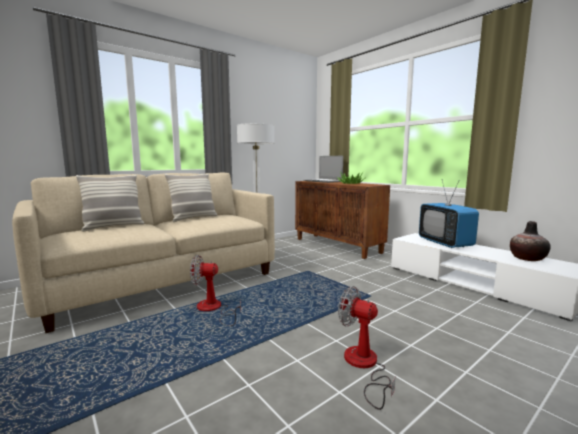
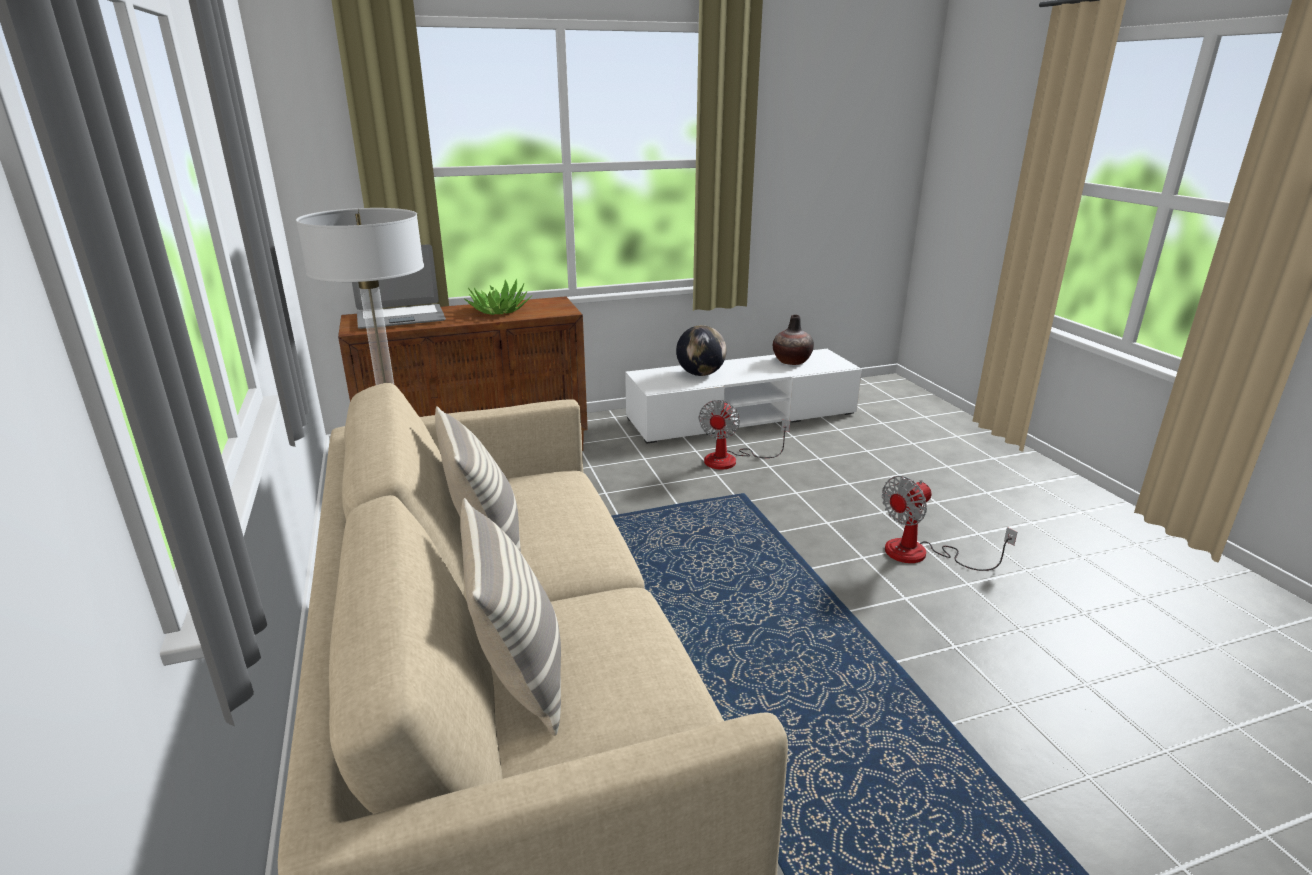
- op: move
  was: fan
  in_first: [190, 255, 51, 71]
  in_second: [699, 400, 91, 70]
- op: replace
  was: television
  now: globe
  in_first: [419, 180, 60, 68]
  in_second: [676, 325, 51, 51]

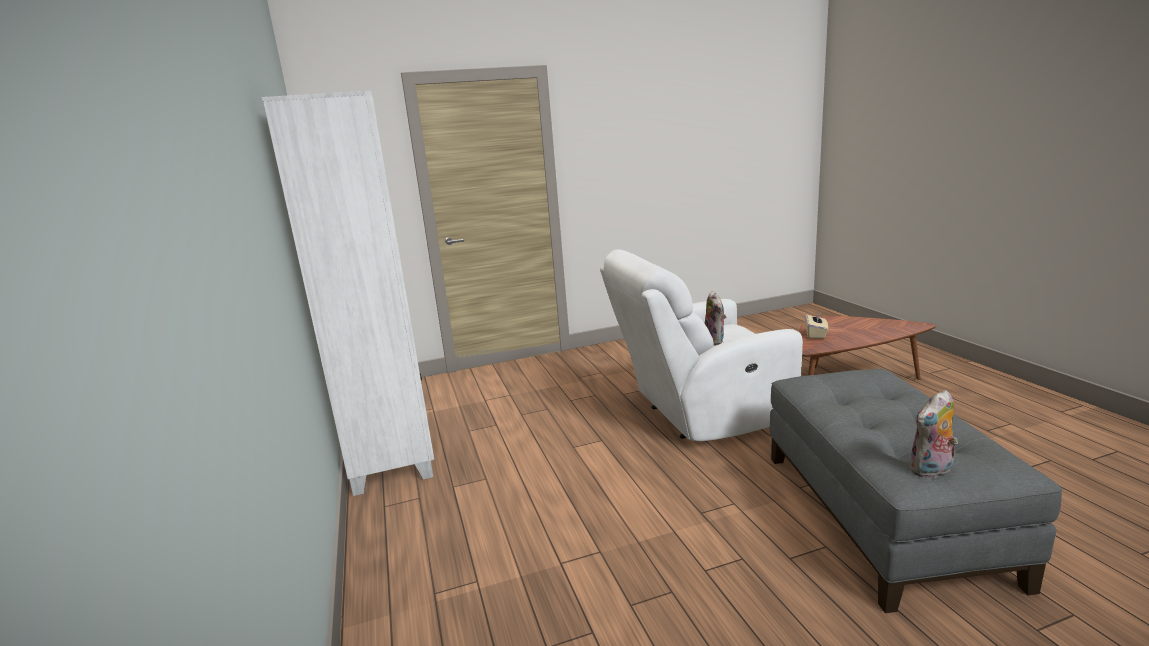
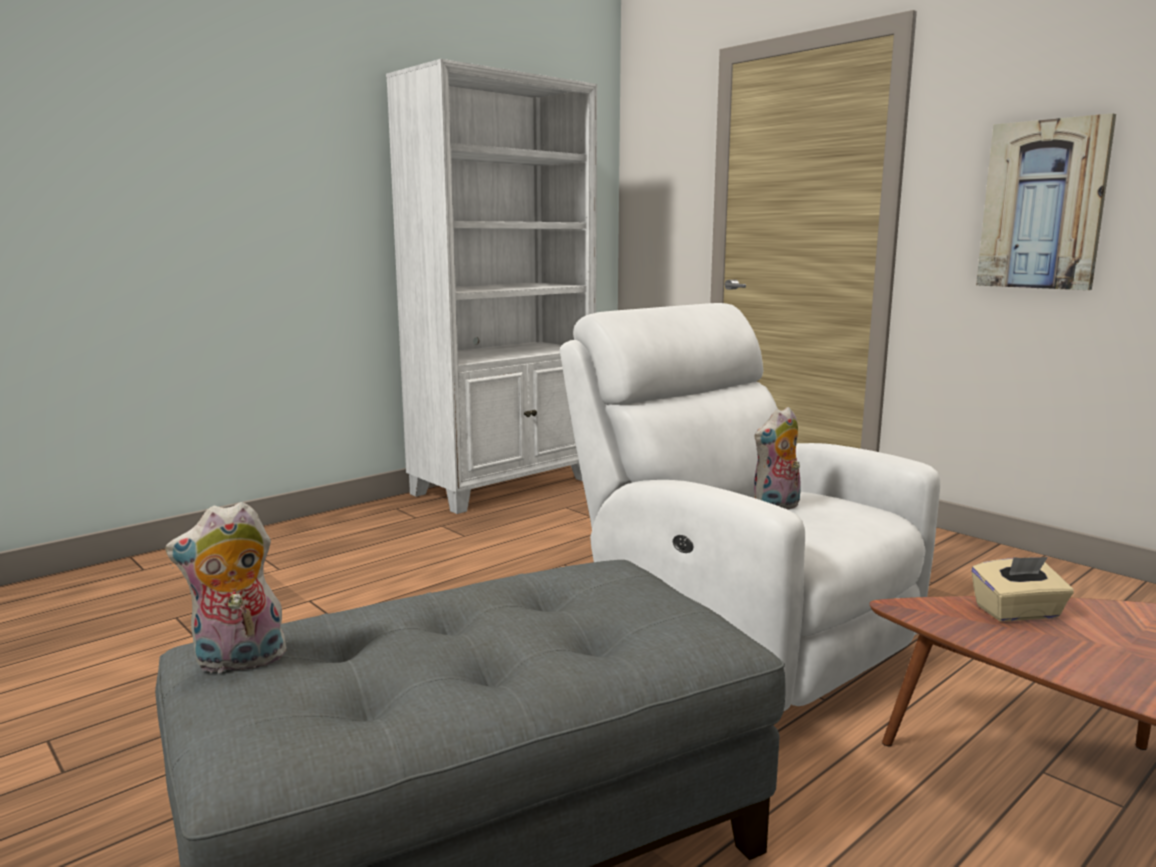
- op: insert
  now: picture
  in_second: [976, 113, 140, 177]
- op: rotate
  was: plush toy
  in_first: [909, 390, 49, 88]
  in_second: [165, 501, 126, 173]
  clockwise: -60

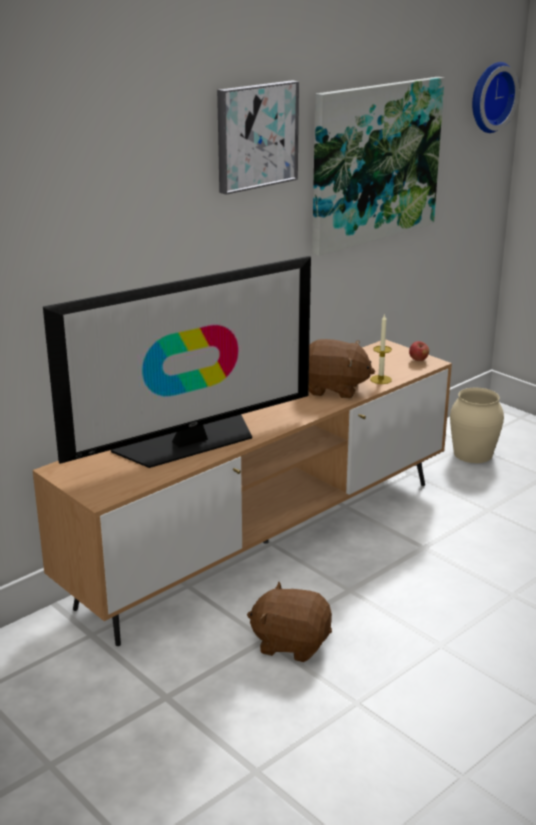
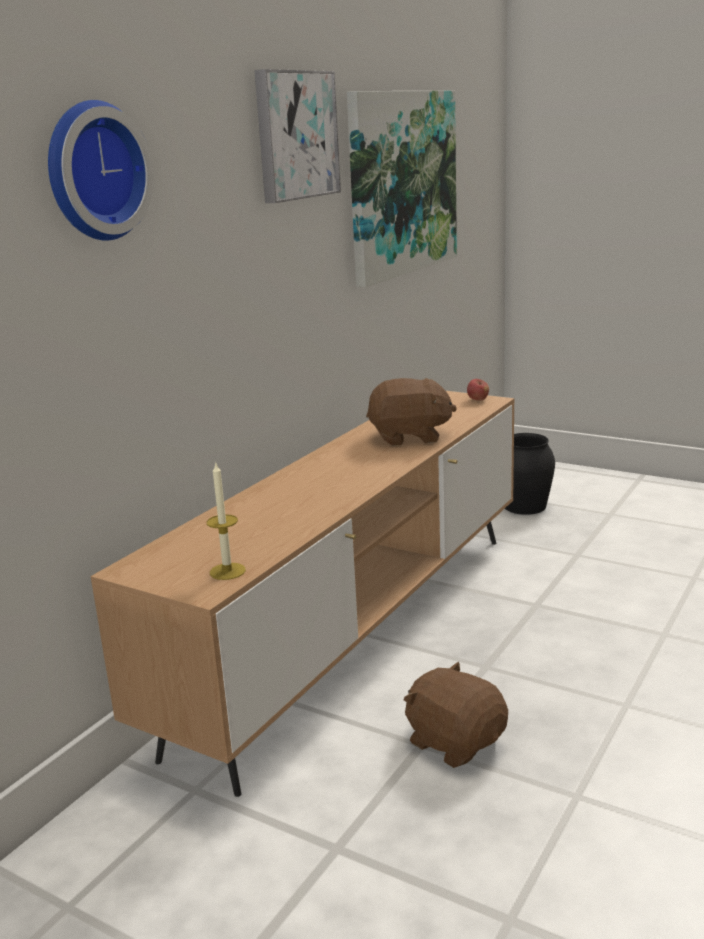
- op: delete
  was: television
  in_first: [43, 256, 268, 212]
- op: move
  was: candle
  in_first: [370, 314, 22, 70]
  in_second: [207, 463, 39, 117]
- op: move
  was: wall clock
  in_first: [472, 62, 47, 71]
  in_second: [48, 100, 106, 140]
- op: recolor
  was: vase in beige
  now: vase in black
  in_first: [450, 388, 54, 75]
  in_second: [505, 433, 50, 82]
- op: rotate
  was: plush toy in brown
  in_first: [247, 582, 85, 80]
  in_second: [404, 662, 104, 106]
  clockwise: 45

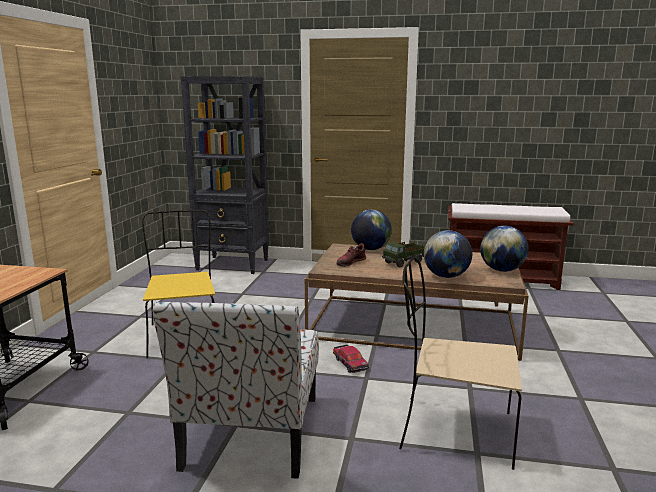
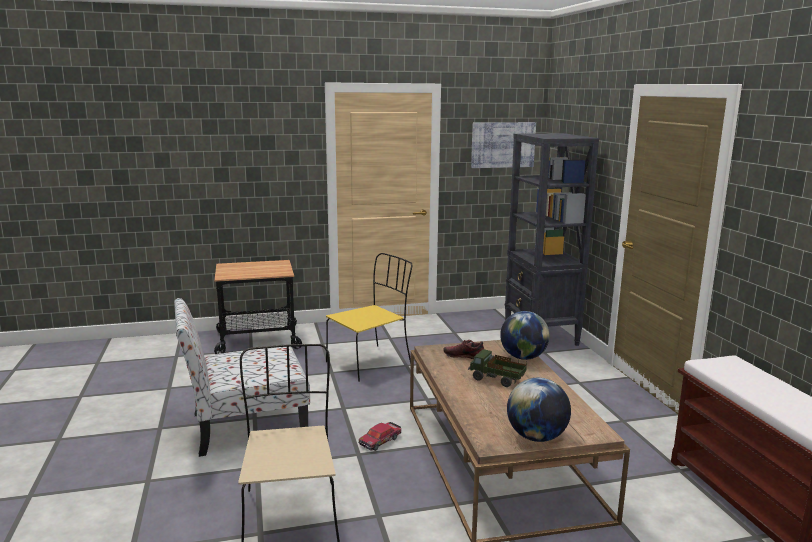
- op: delete
  was: globe
  in_first: [424, 230, 48, 48]
- op: insert
  now: picture
  in_second: [471, 122, 65, 46]

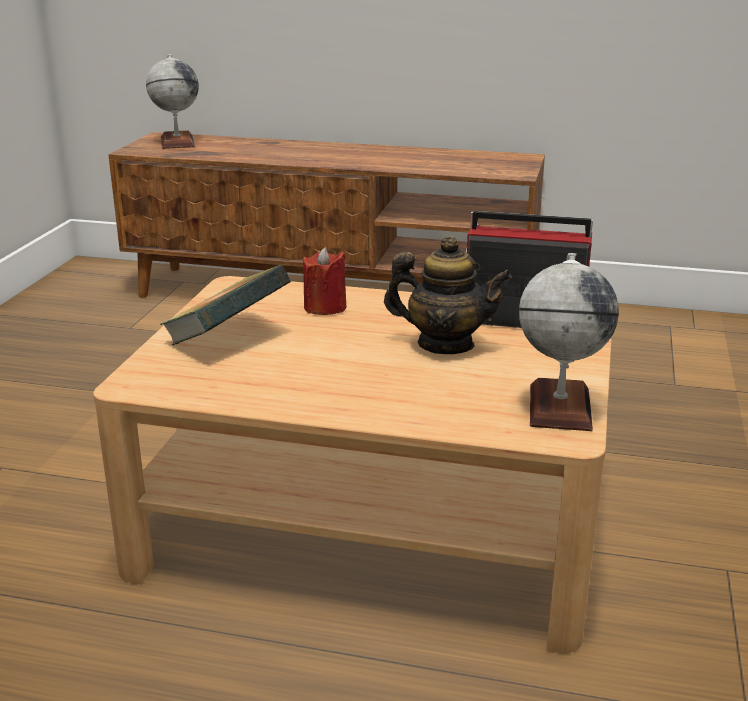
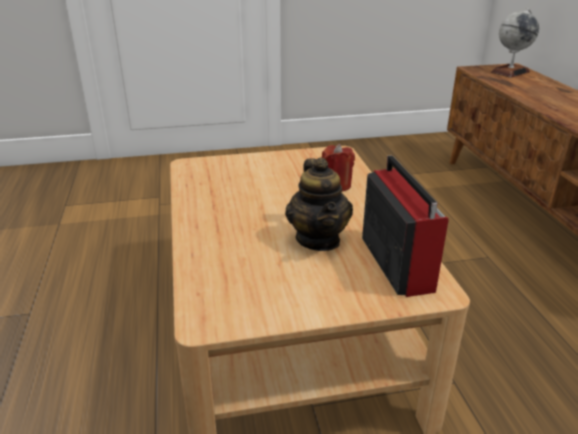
- op: delete
  was: book
  in_first: [160, 265, 131, 81]
- op: delete
  was: globe
  in_first: [519, 253, 100, 178]

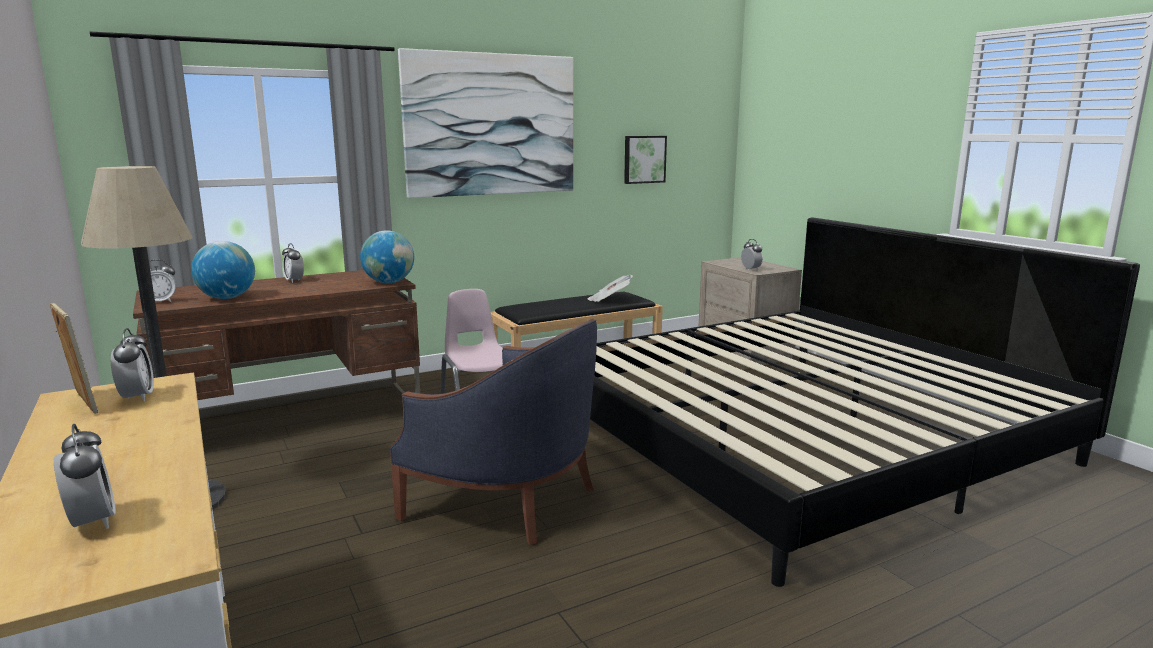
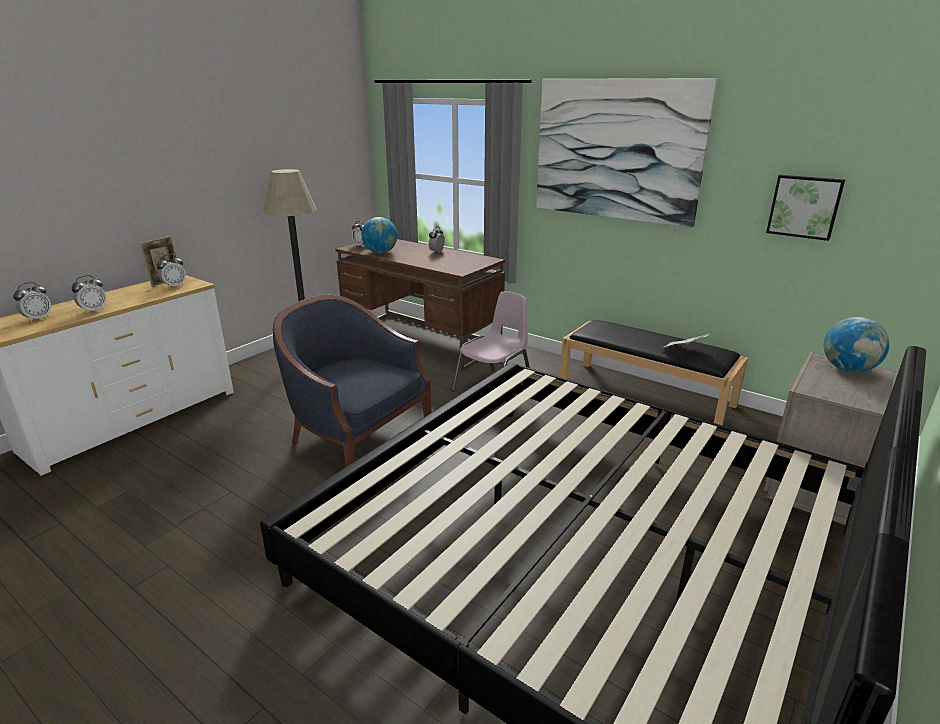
- op: move
  was: globe
  in_first: [360, 230, 54, 53]
  in_second: [824, 317, 66, 55]
- op: move
  was: alarm clock
  in_first: [741, 239, 22, 31]
  in_second: [72, 275, 34, 39]
- op: rotate
  was: armchair in blue
  in_first: [390, 318, 207, 227]
  in_second: [273, 295, 159, 172]
  clockwise: 120

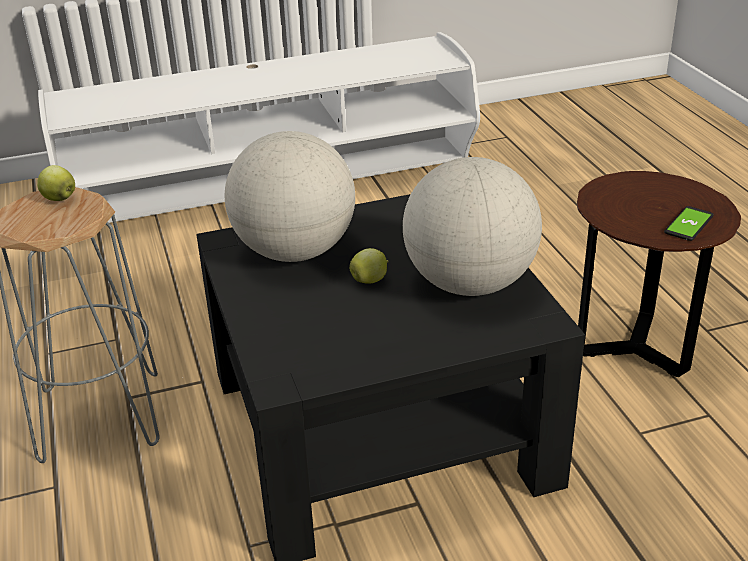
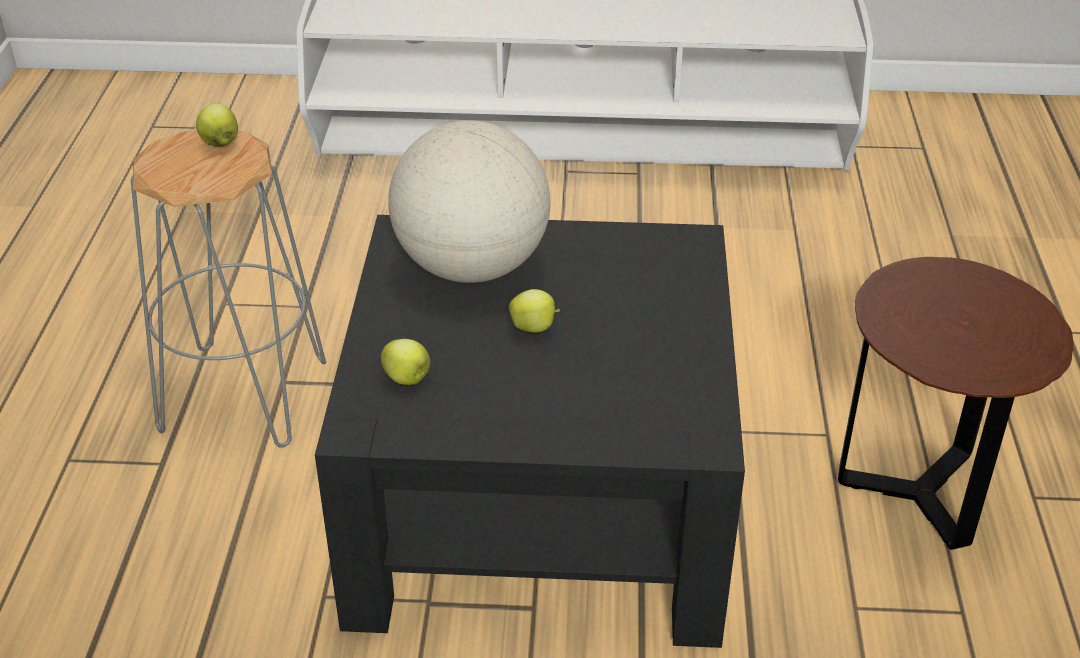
- op: delete
  was: globe
  in_first: [403, 157, 139, 139]
- op: delete
  was: phone
  in_first: [664, 206, 50, 35]
- op: insert
  now: apple
  in_second: [381, 339, 49, 46]

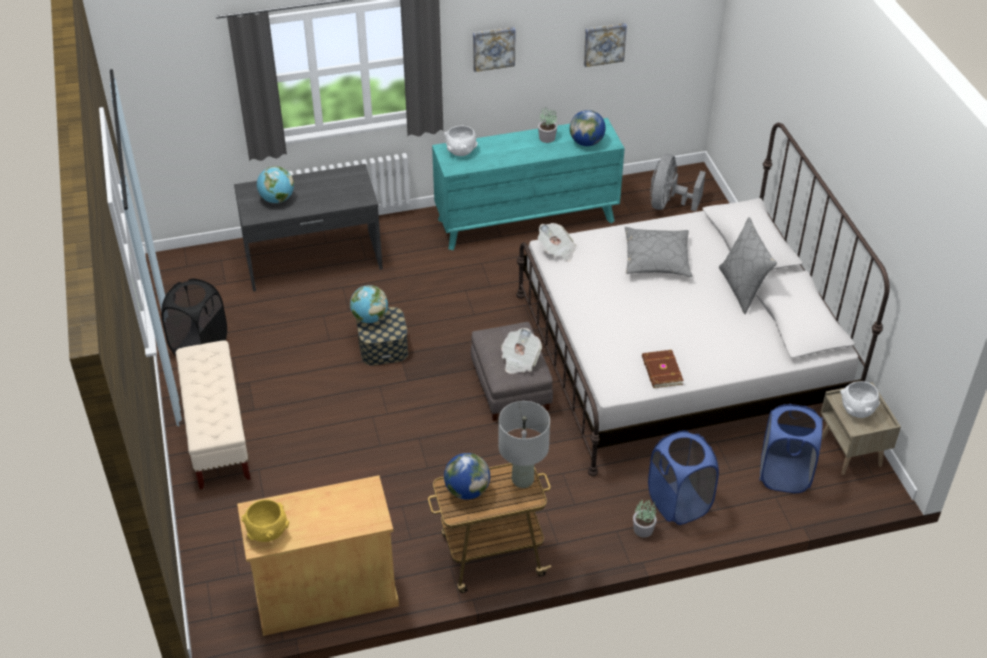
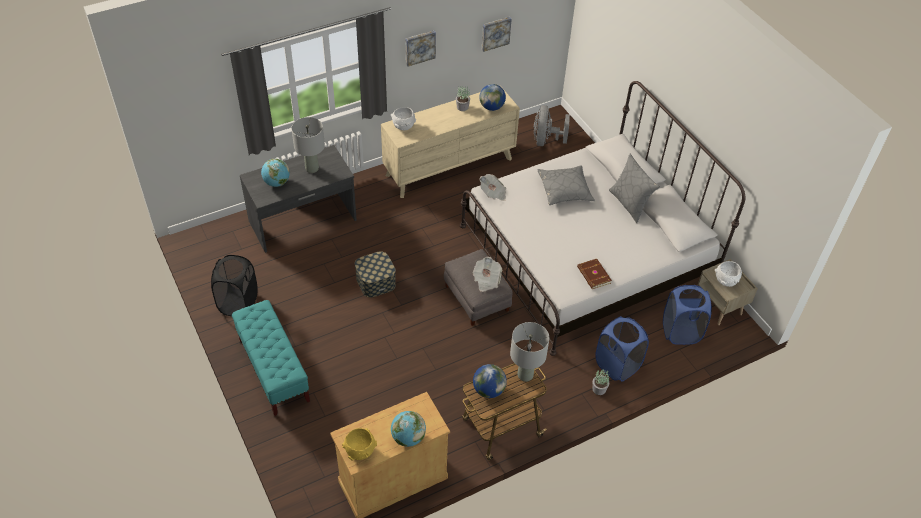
- op: insert
  now: table lamp in grey
  in_second: [291, 117, 34, 56]
- op: move
  was: globe
  in_first: [350, 285, 38, 38]
  in_second: [391, 411, 35, 36]
- op: recolor
  was: bench in beige
  now: bench in turquoise
  in_first: [175, 340, 76, 149]
  in_second: [232, 300, 78, 116]
- op: recolor
  was: dresser in turquoise
  now: dresser in beige
  in_first: [432, 118, 193, 132]
  in_second: [381, 86, 139, 112]

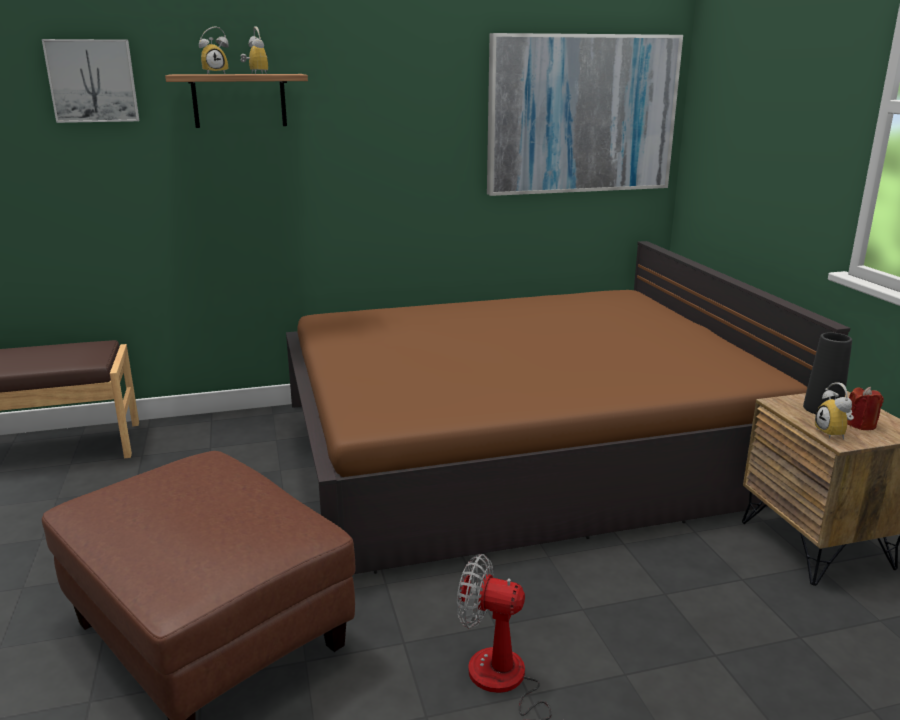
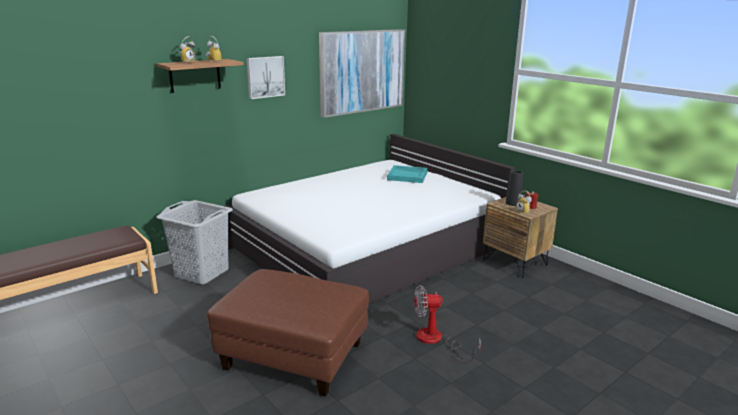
- op: insert
  now: laundry basket in grey
  in_second: [156, 200, 77, 85]
- op: insert
  now: tray in turquoise
  in_second: [387, 165, 41, 18]
- op: move
  was: picture
  in_first: [42, 39, 98, 84]
  in_second: [246, 56, 39, 43]
- op: recolor
  was: bed in brown
  now: bed in white
  in_first: [286, 241, 564, 333]
  in_second: [225, 134, 290, 169]

